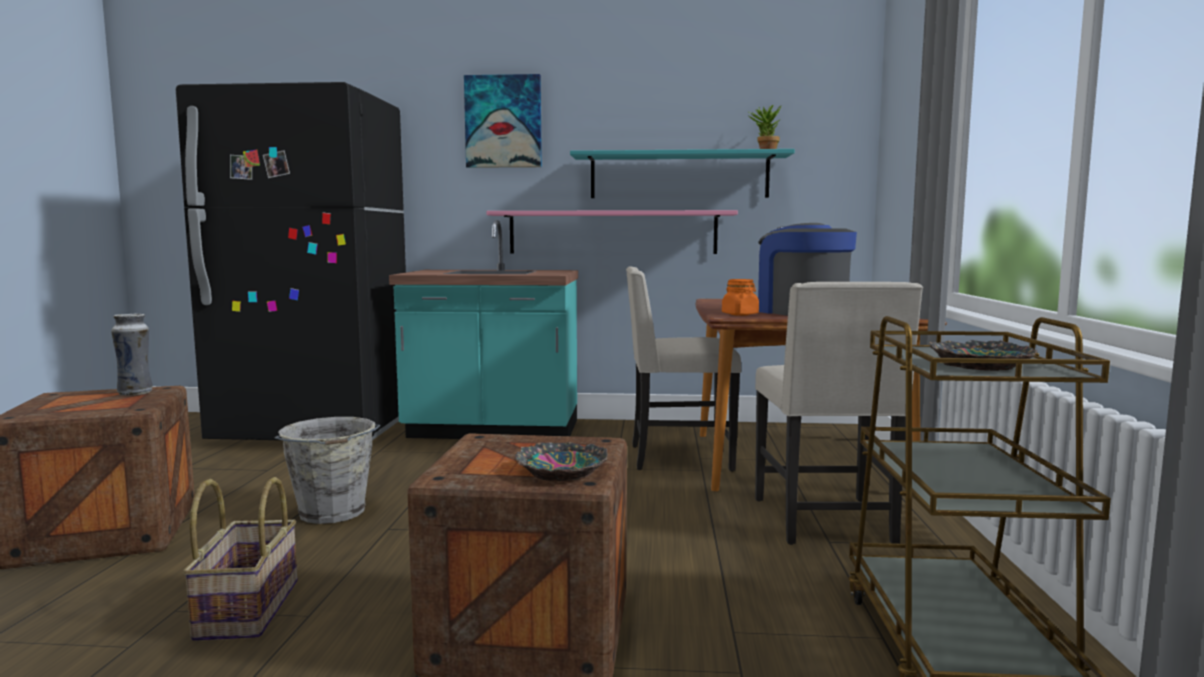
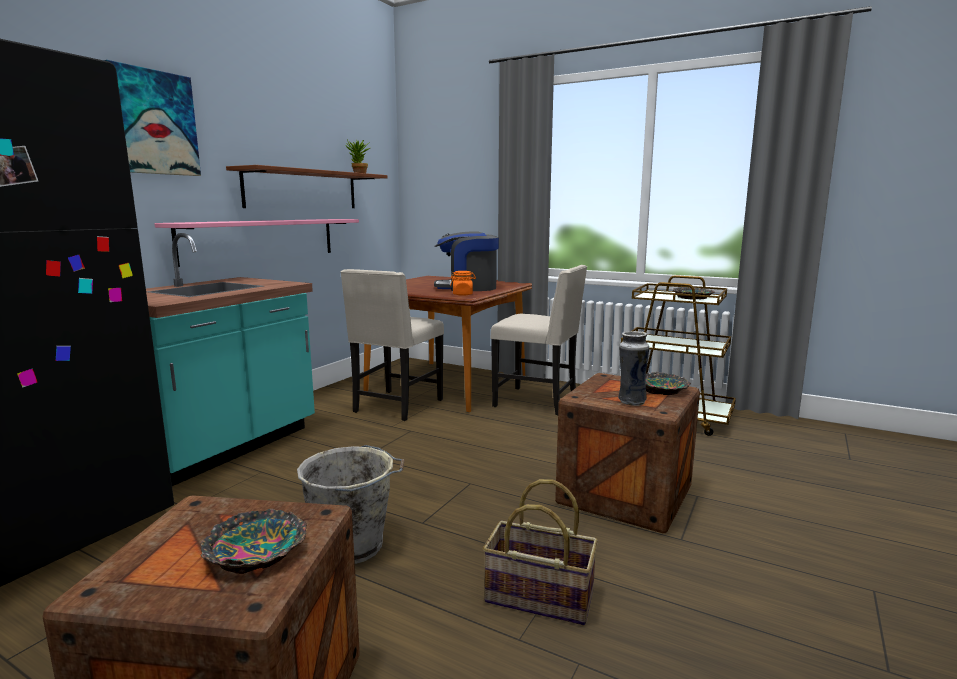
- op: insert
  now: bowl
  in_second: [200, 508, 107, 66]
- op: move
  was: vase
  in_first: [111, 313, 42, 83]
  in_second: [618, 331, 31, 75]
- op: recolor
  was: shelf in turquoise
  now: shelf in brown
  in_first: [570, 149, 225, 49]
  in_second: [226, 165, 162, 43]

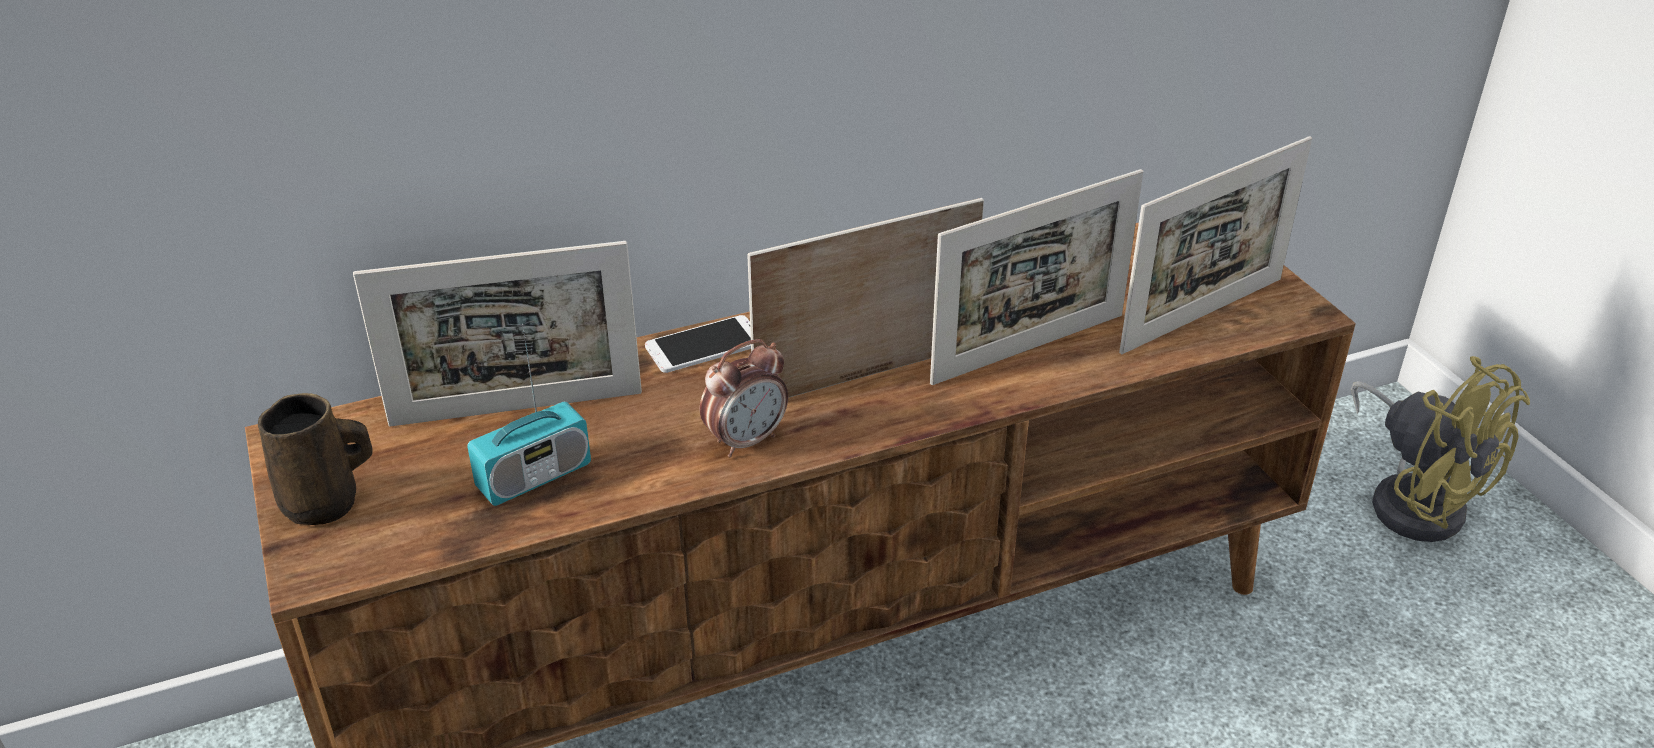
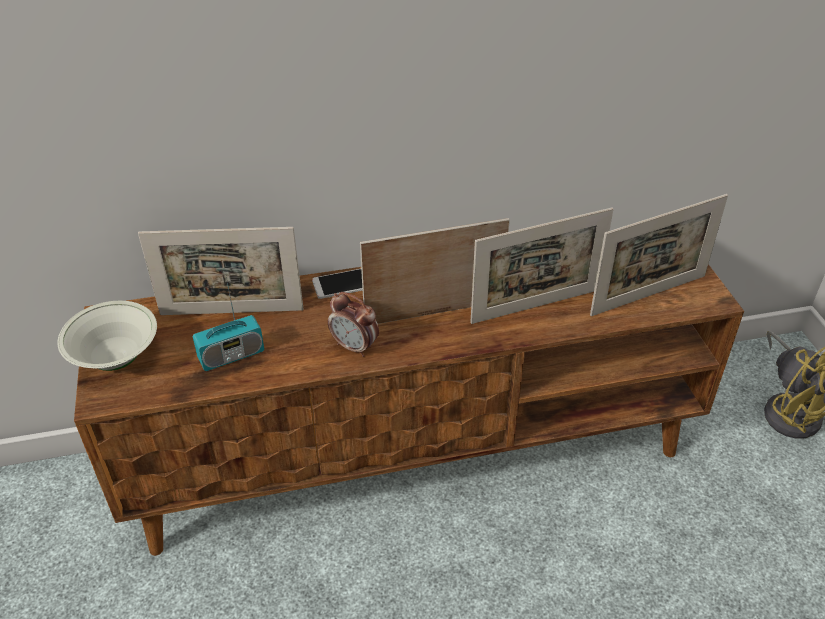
- op: replace
  was: mug in brown
  now: bowl in white
  in_first: [258, 393, 115, 132]
  in_second: [57, 301, 100, 70]
- op: rotate
  was: alarm clock
  in_first: [700, 339, 88, 118]
  in_second: [328, 292, 51, 65]
  clockwise: 60

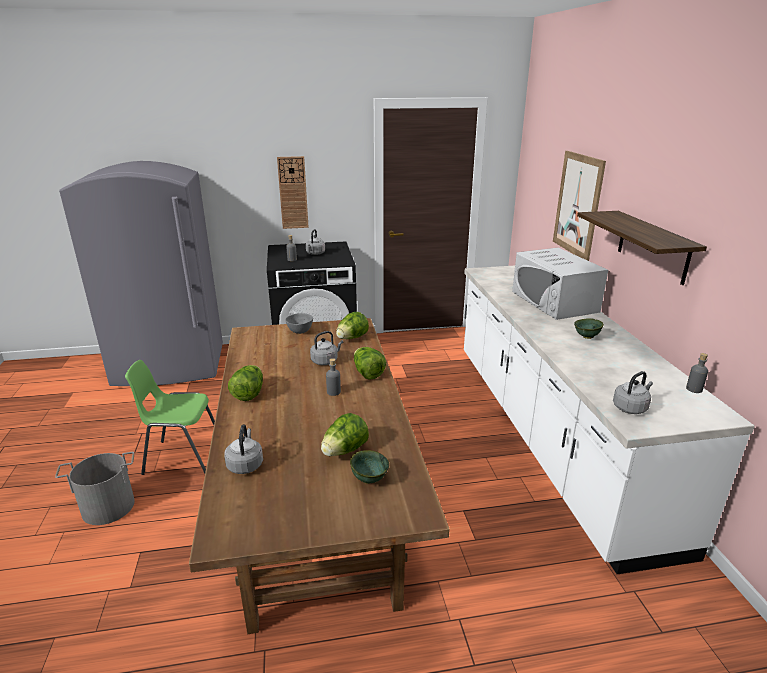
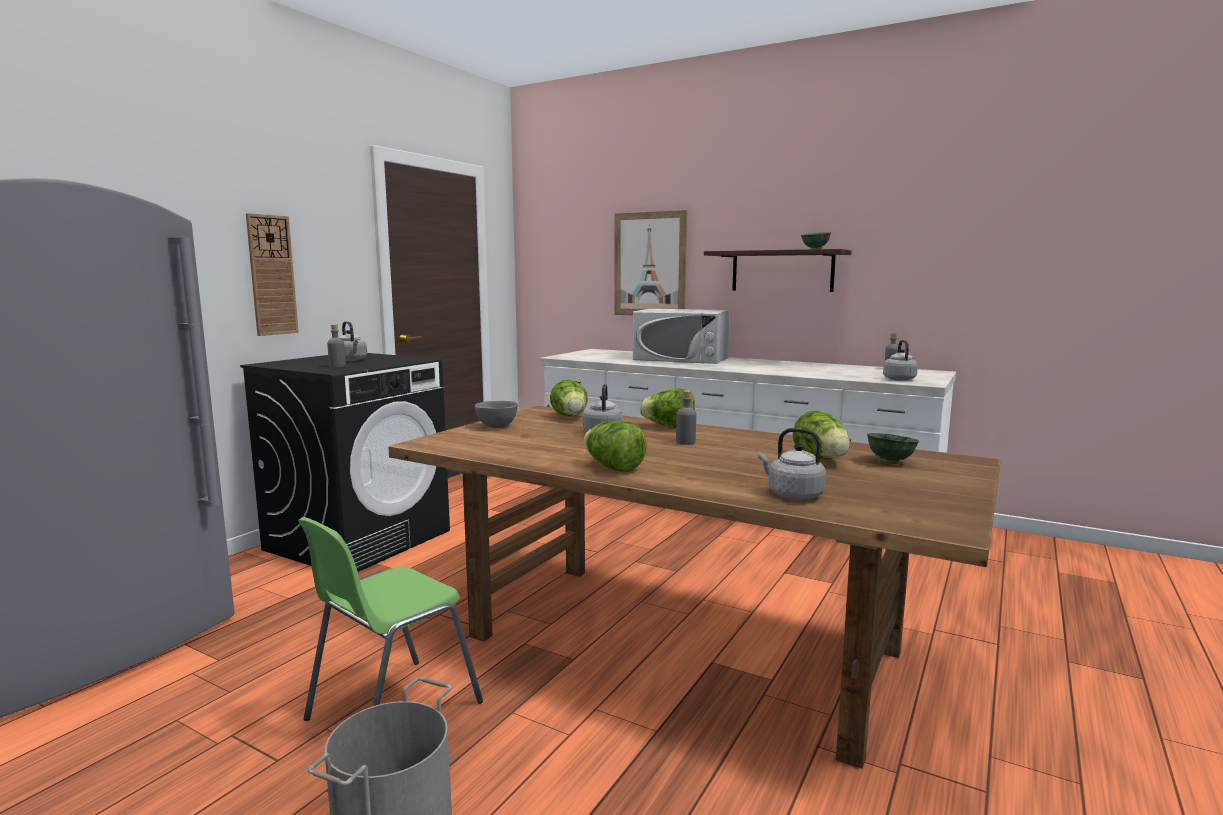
- op: move
  was: bowl in green
  in_first: [574, 318, 30, 21]
  in_second: [801, 232, 30, 17]

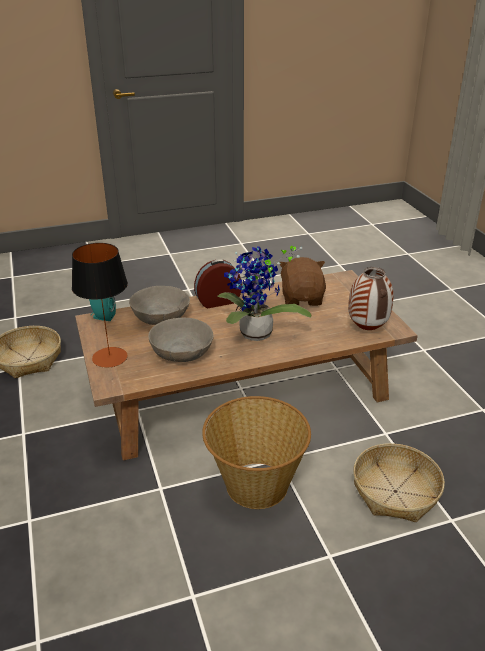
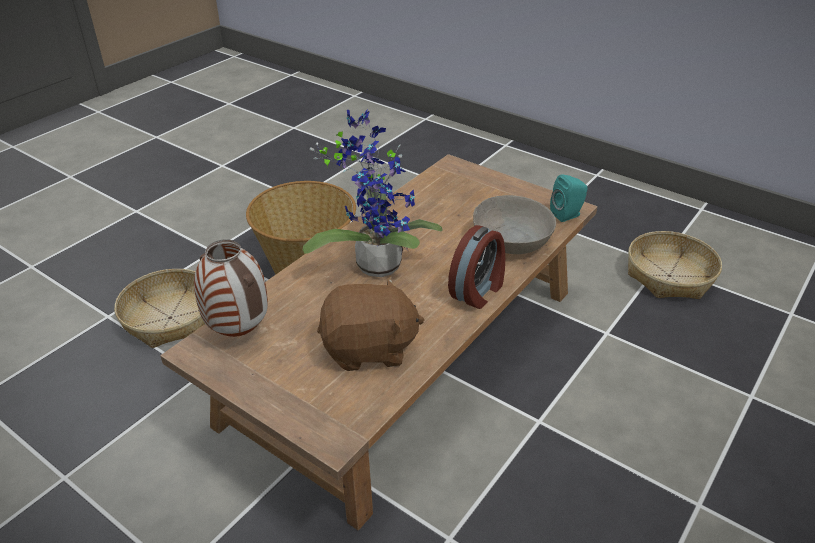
- op: delete
  was: table lamp
  in_first: [72, 243, 56, 125]
- op: delete
  was: bowl in grey
  in_first: [148, 318, 66, 44]
- op: rotate
  was: plush toy in brown
  in_first: [280, 257, 46, 49]
  in_second: [317, 276, 107, 95]
  clockwise: -60

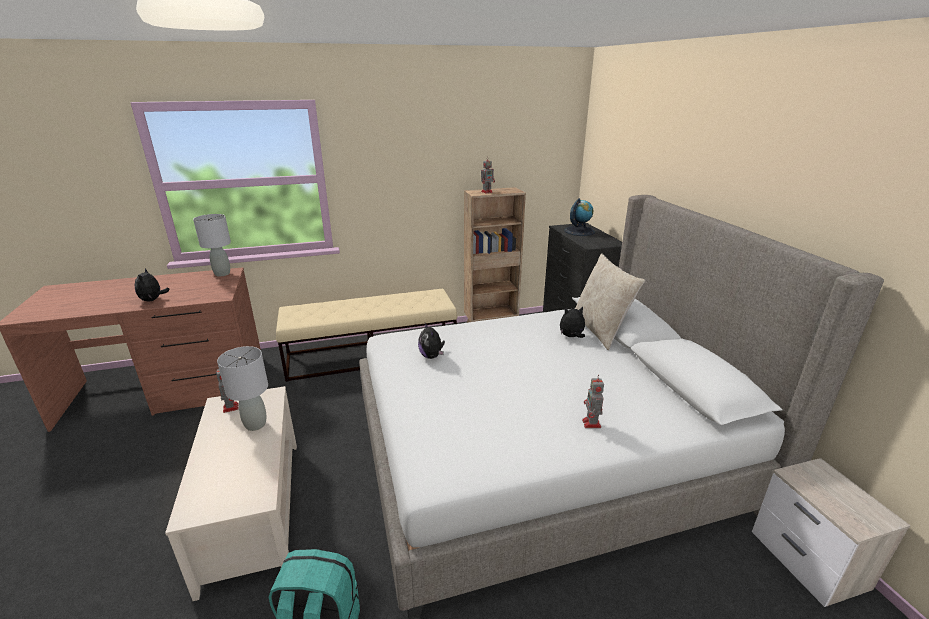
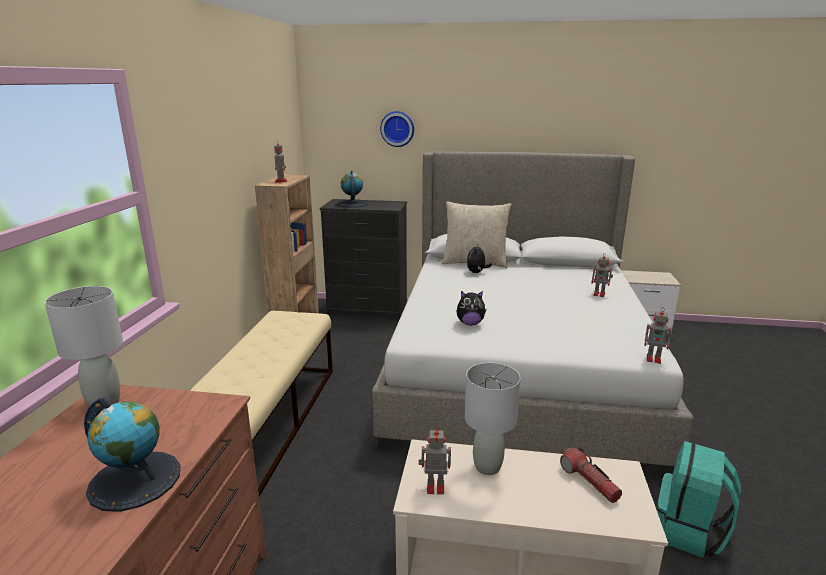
- op: insert
  now: wall clock
  in_second: [380, 111, 34, 36]
- op: insert
  now: flashlight
  in_second: [560, 447, 62, 56]
- op: insert
  now: toy robot
  in_second: [644, 307, 29, 57]
- op: replace
  was: plush toy
  now: globe
  in_first: [135, 268, 35, 34]
  in_second: [84, 396, 96, 116]

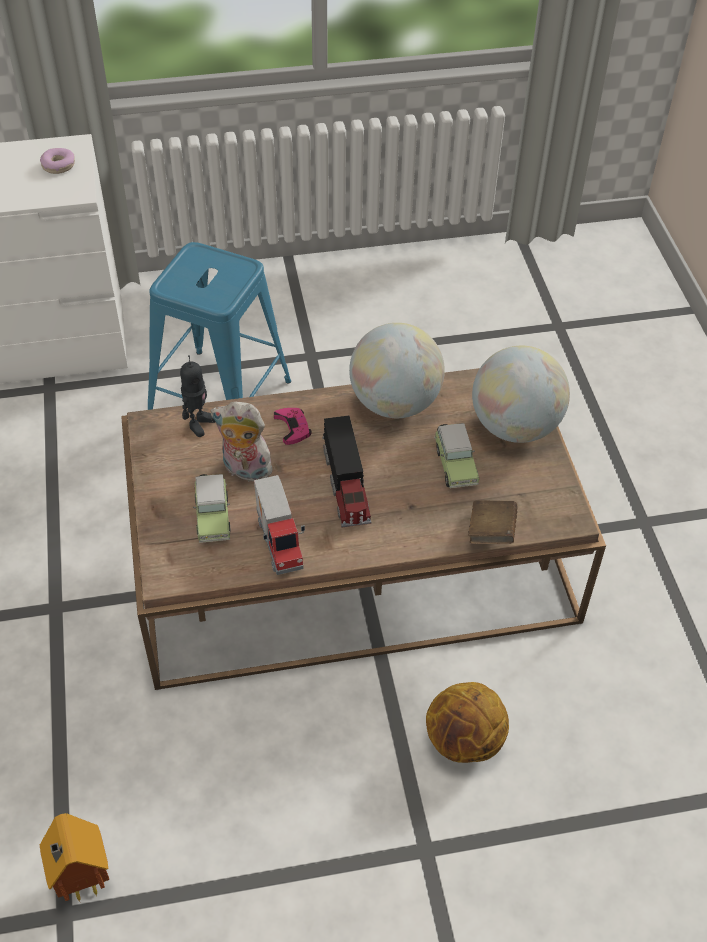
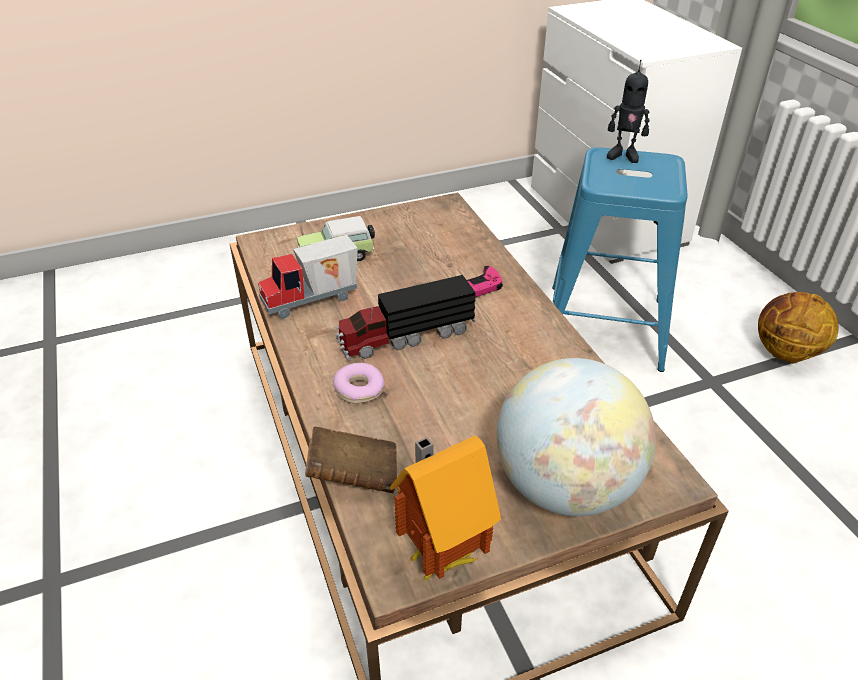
- op: delete
  was: plush toy
  in_first: [210, 401, 63, 81]
- op: delete
  was: globe
  in_first: [349, 323, 96, 95]
- op: delete
  was: toy car
  in_first: [434, 423, 45, 65]
- op: move
  was: donut
  in_first: [40, 148, 35, 26]
  in_second: [333, 363, 52, 41]
- op: move
  was: toy house
  in_first: [40, 813, 69, 88]
  in_second: [390, 435, 111, 146]
- op: move
  was: toy robot
  in_first: [180, 355, 35, 82]
  in_second: [607, 60, 43, 103]
- op: move
  was: basketball
  in_first: [426, 682, 83, 81]
  in_second: [758, 292, 80, 71]

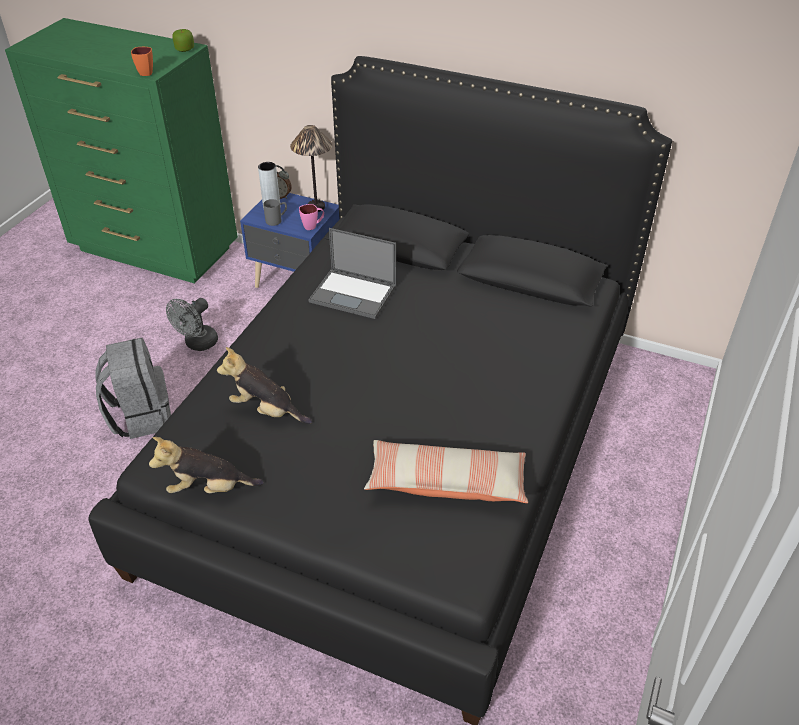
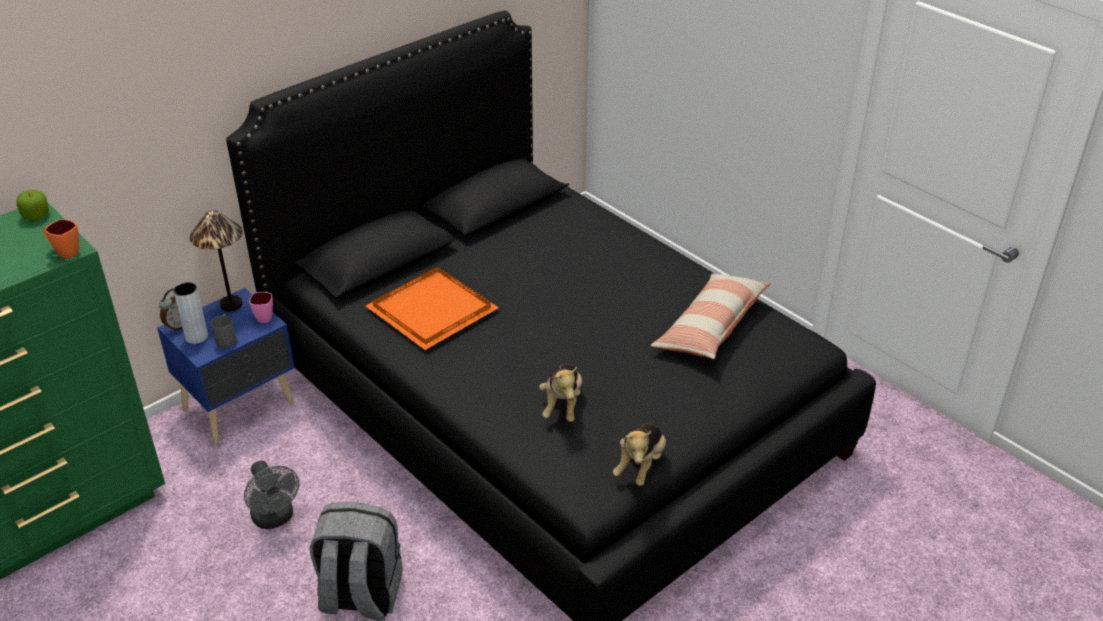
- op: replace
  was: laptop
  now: tray in orange
  in_first: [309, 228, 87, 91]
  in_second: [366, 267, 133, 83]
- op: rotate
  was: plush toy
  in_first: [217, 347, 95, 77]
  in_second: [539, 364, 43, 58]
  clockwise: -45

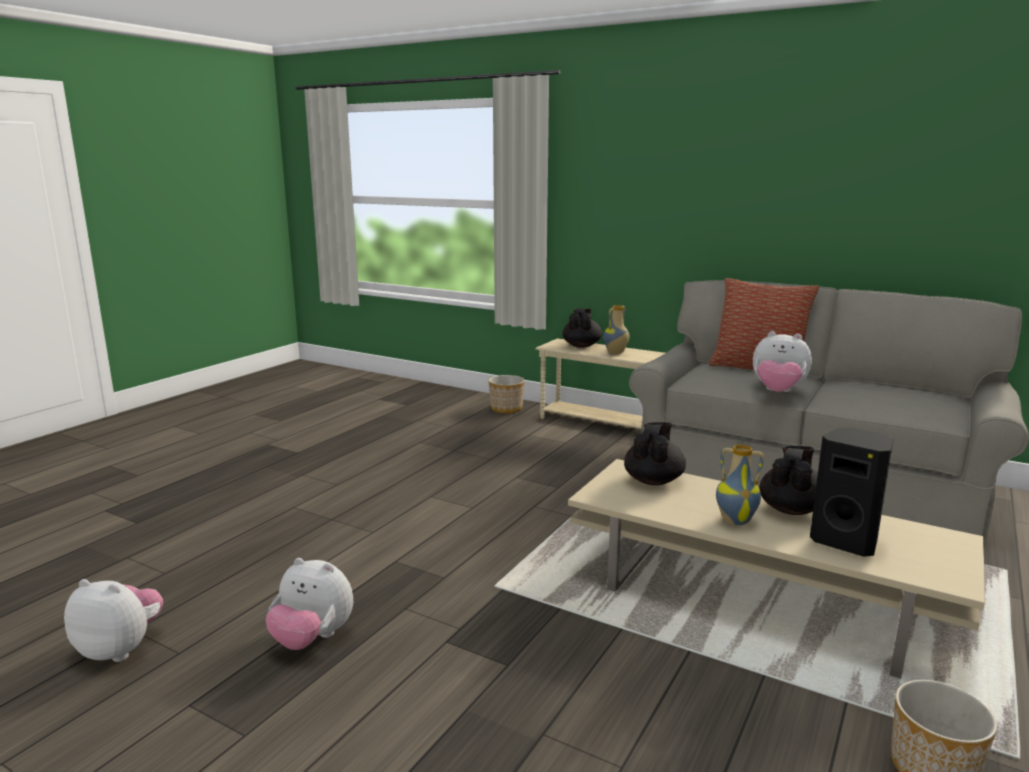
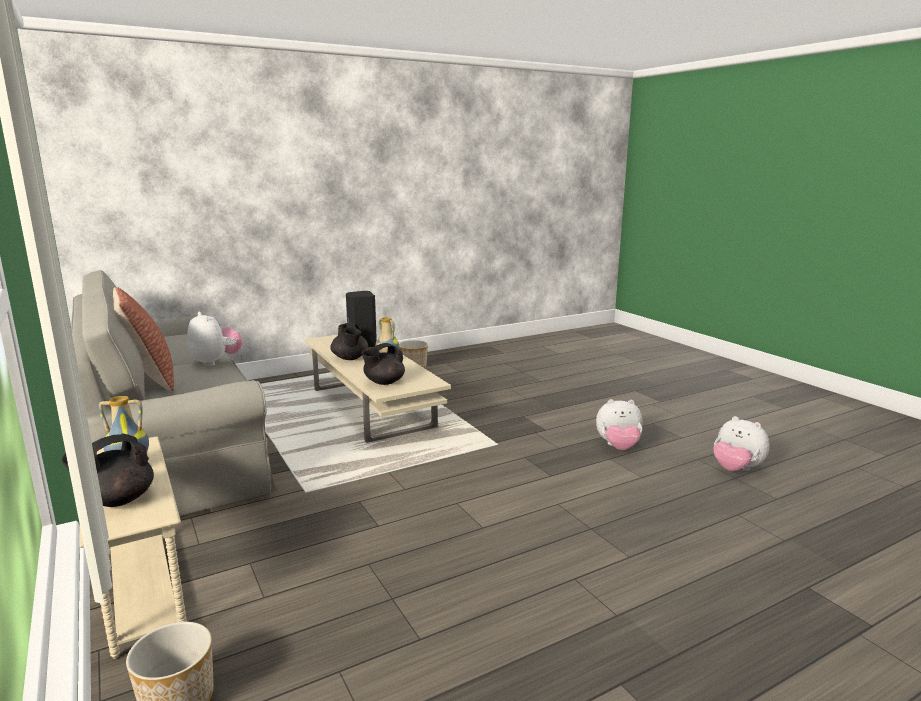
- op: rotate
  was: plush toy
  in_first: [266, 558, 87, 92]
  in_second: [596, 399, 47, 51]
  clockwise: 135
- op: rotate
  was: teapot in black
  in_first: [759, 446, 59, 69]
  in_second: [330, 323, 38, 37]
  clockwise: -75

